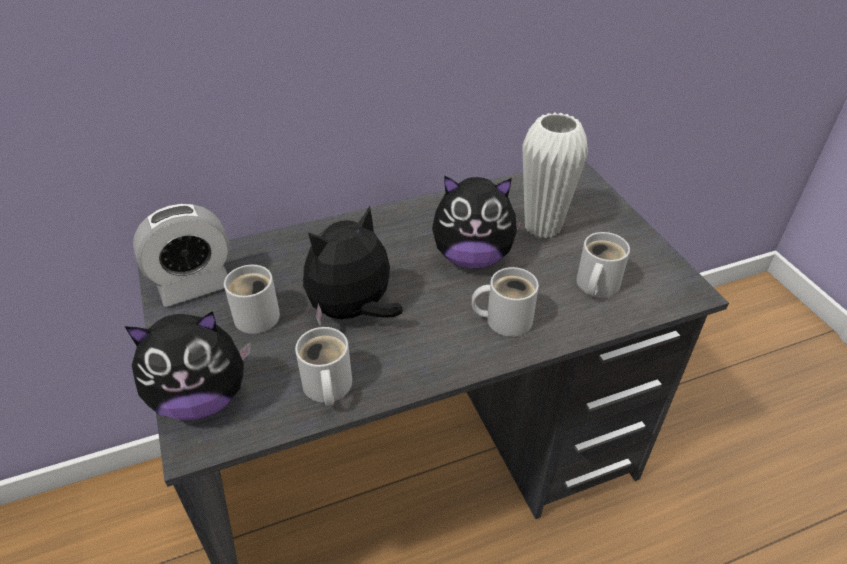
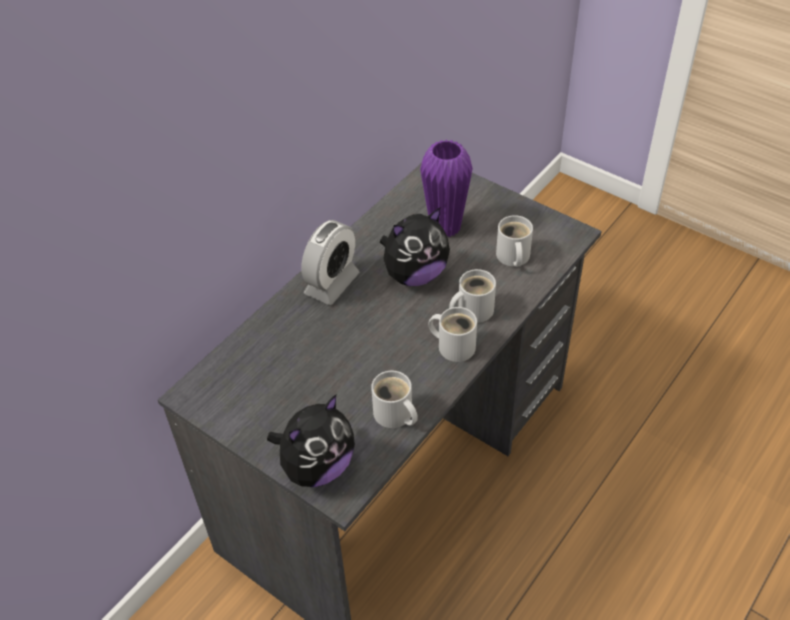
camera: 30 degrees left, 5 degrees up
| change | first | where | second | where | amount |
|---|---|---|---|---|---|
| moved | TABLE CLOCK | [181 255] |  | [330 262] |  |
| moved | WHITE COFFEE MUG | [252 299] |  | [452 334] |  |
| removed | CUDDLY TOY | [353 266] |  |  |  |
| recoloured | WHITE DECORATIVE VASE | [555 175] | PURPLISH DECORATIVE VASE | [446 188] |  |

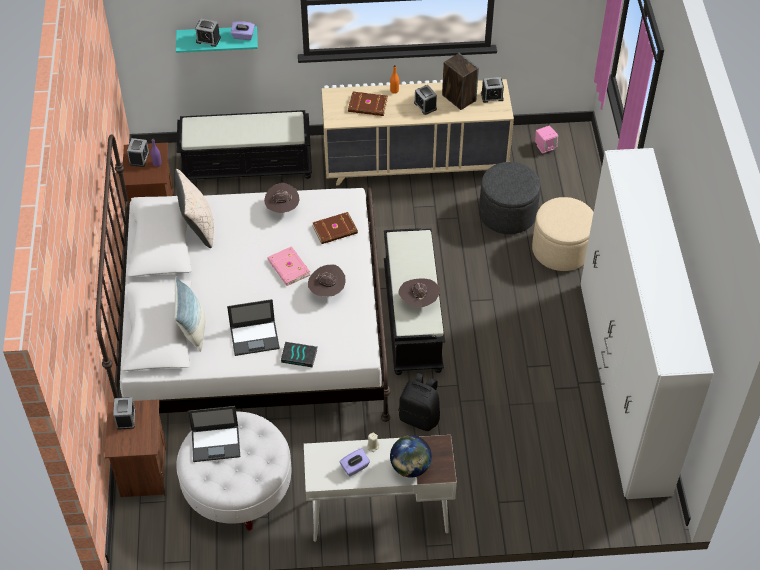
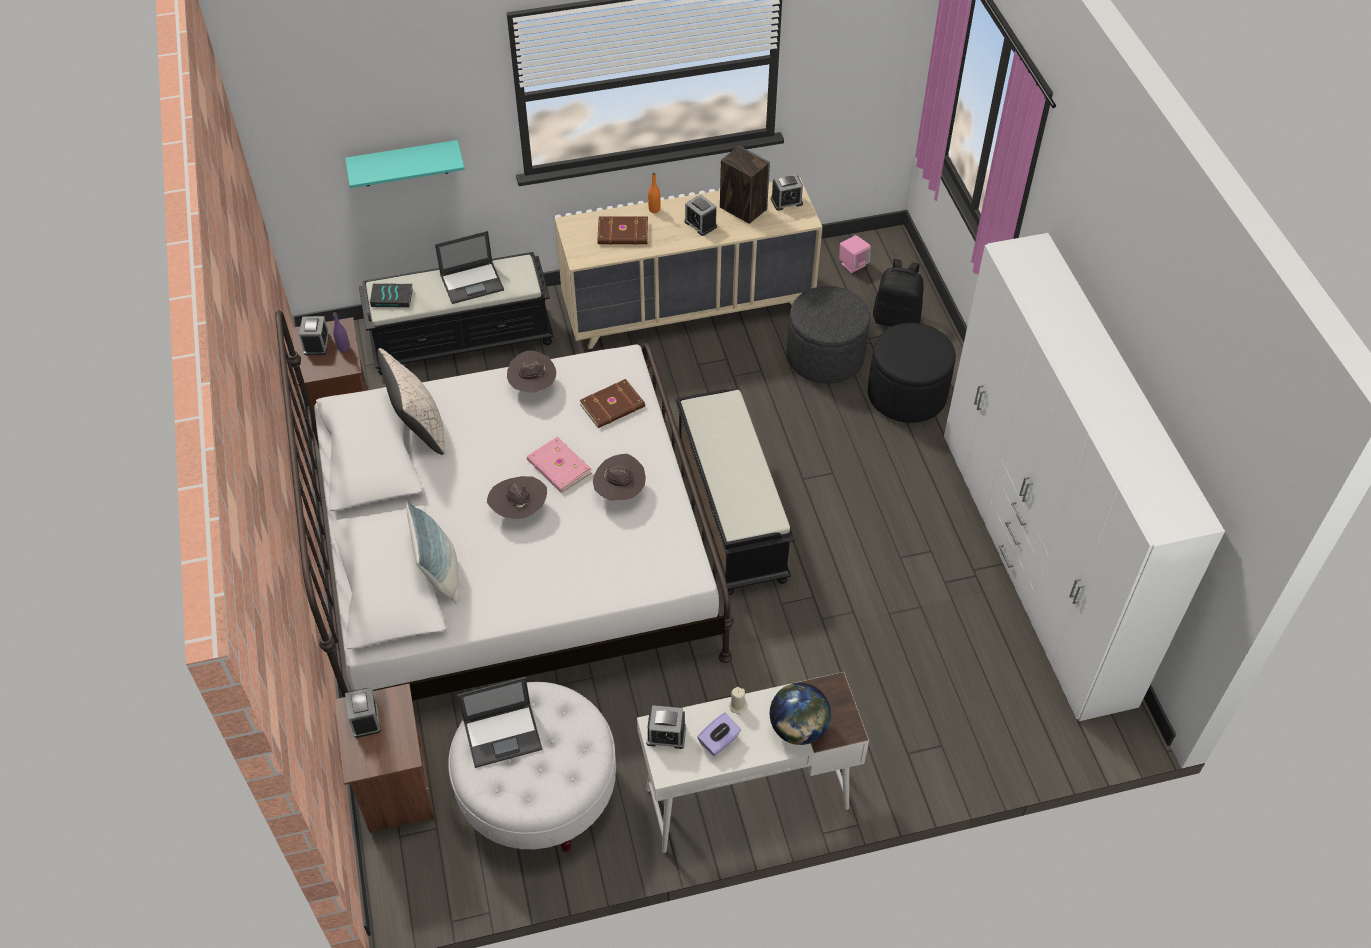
camera: 10 degrees left, 0 degrees up
| change | first | where | second | where | amount |
|---|---|---|---|---|---|
| moved | TABLE CLOCK | [208 33] |  | [666 727] |  |
| moved | PORTABLE COMPUTER | [253 327] |  | [469 267] |  |
| removed | PURPLISH TISSUE HOLDER | [243 30] |  |  |  |
| moved | BOUND BOOK | [299 355] |  | [391 295] |  |
| moved | BROWN WEARABLE HAT | [419 292] |  | [517 497] |  |
| moved | BLACK-COLOURED BACKPACK | [419 402] |  | [898 293] |  |
| recoloured | SAND-COLOURED OTTOMAN | [563 234] | BLACK-COLOURED OTTOMAN | [912 373] |  |

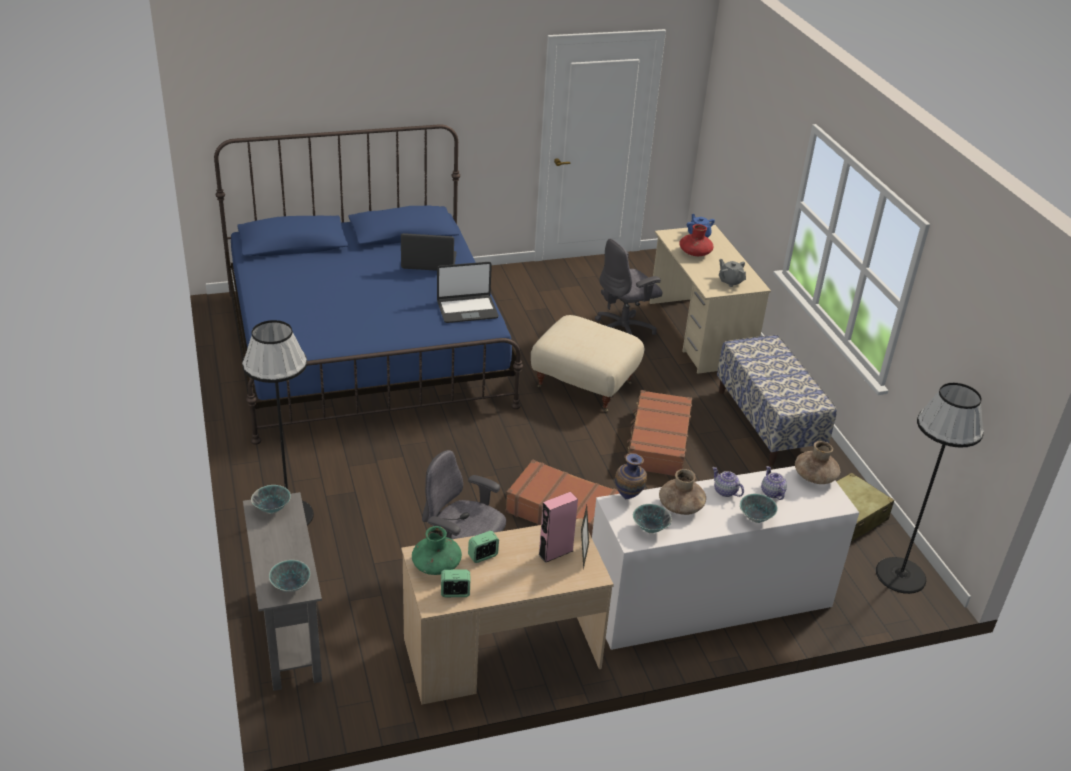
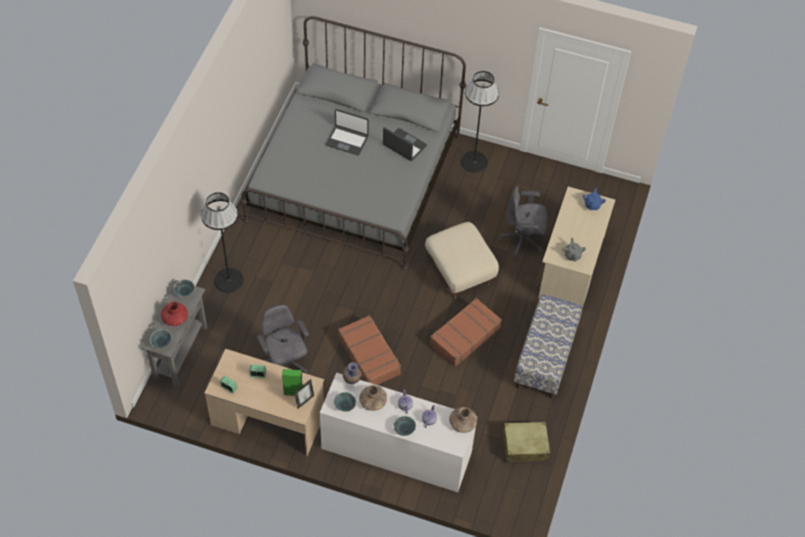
camera: 35 degrees right, 20 degrees up
| change | first | where | second | where | amount |
|---|---|---|---|---|---|
| recoloured | BLUISH BED | [368 284] | GREY BED | [353 143] |  |
| removed | GREEN DECORATIVE VASE | [437 550] |  |  |  |
| moved | PORTABLE COMPUTER | [468 292] |  | [347 132] |  |
| recoloured | PINK AUDIO SPEAKER | [558 527] | GREEN AUDIO SPEAKER | [292 382] |  |
| moved | REDDISH DECORATIVE VASE | [696 240] |  | [174 313] |  |
| moved | BLACK-COLOURED STANDING LAMP | [930 488] |  | [480 122] |  |

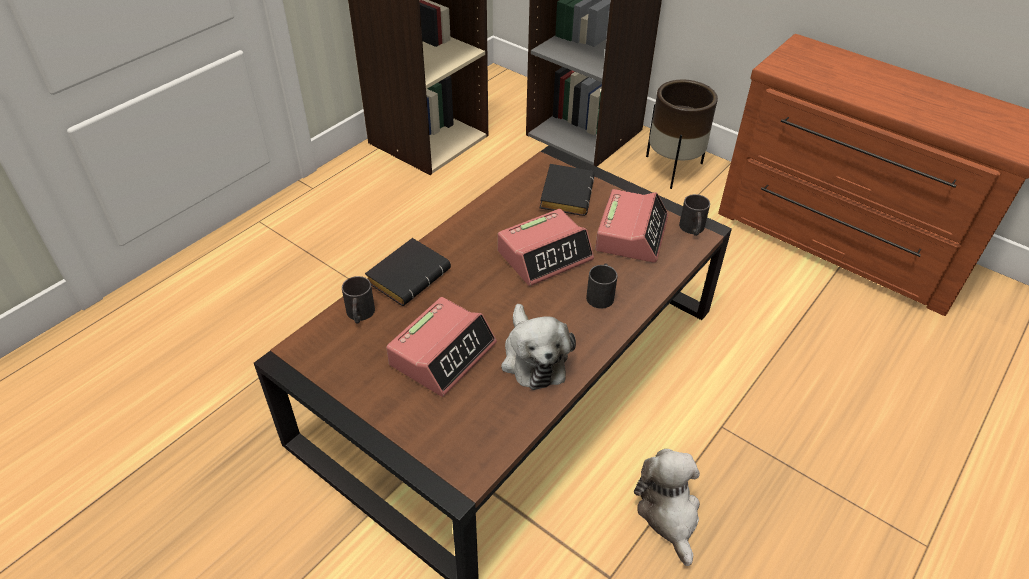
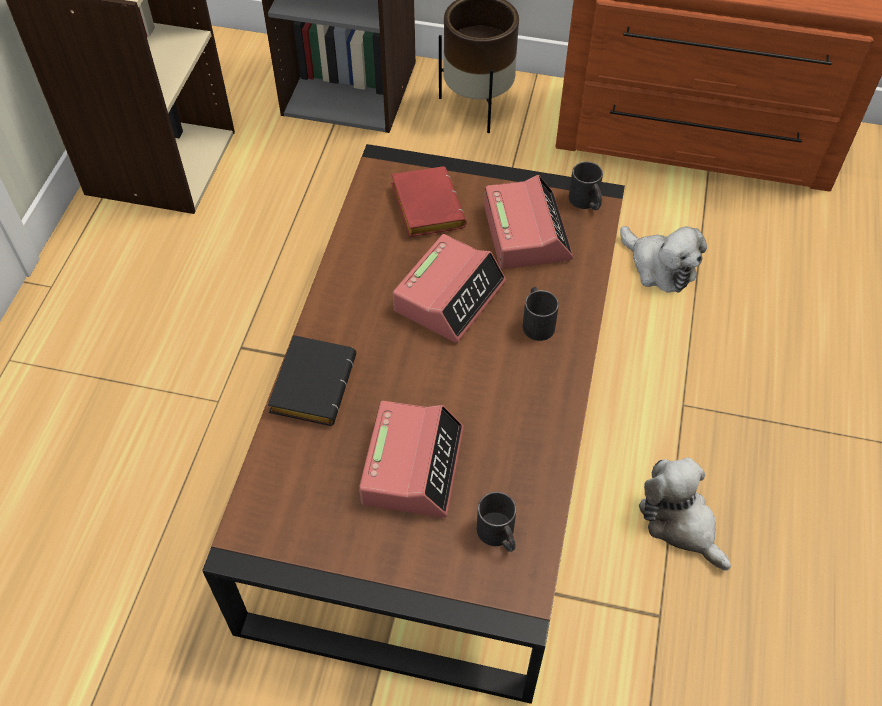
camera: 25 degrees left, 10 degrees up
| change | first | where | second | where | amount |
|---|---|---|---|---|---|
| moved | BLACK-COLOURED COFFEE MUG | [358 299] |  | [496 522] |  |
| moved | CUDDLY TOY | [538 347] |  | [663 259] |  |
| recoloured | BLACK-COLOURED BOUND BOOK | [567 190] | REDDISH BOUND BOOK | [429 201] |  |

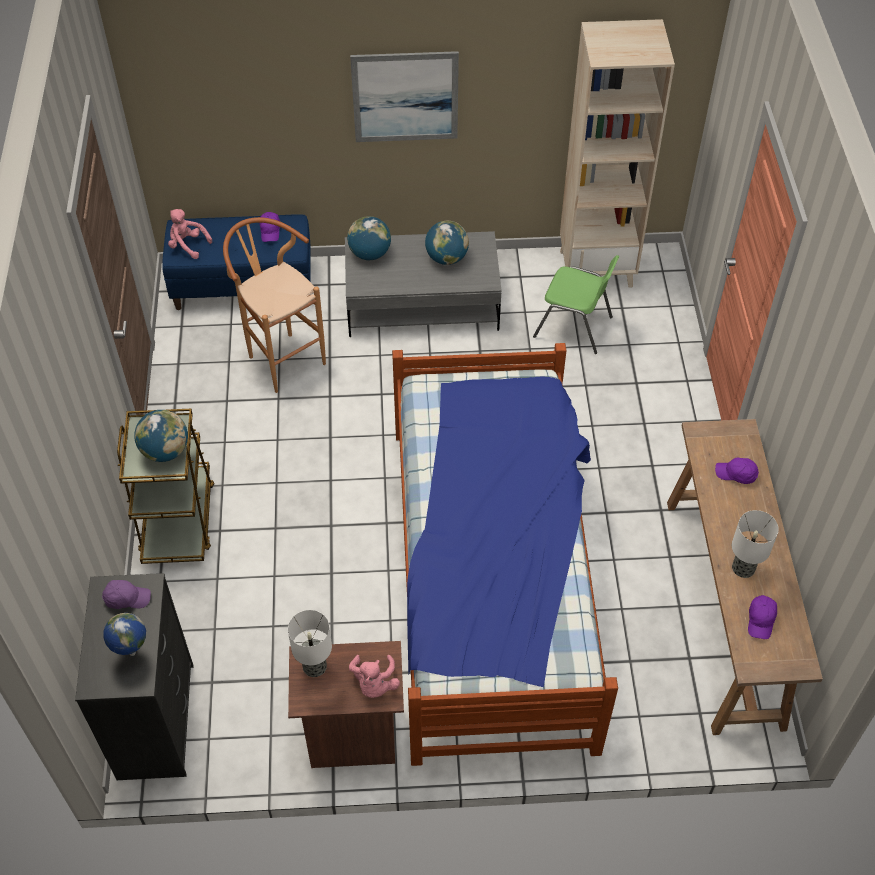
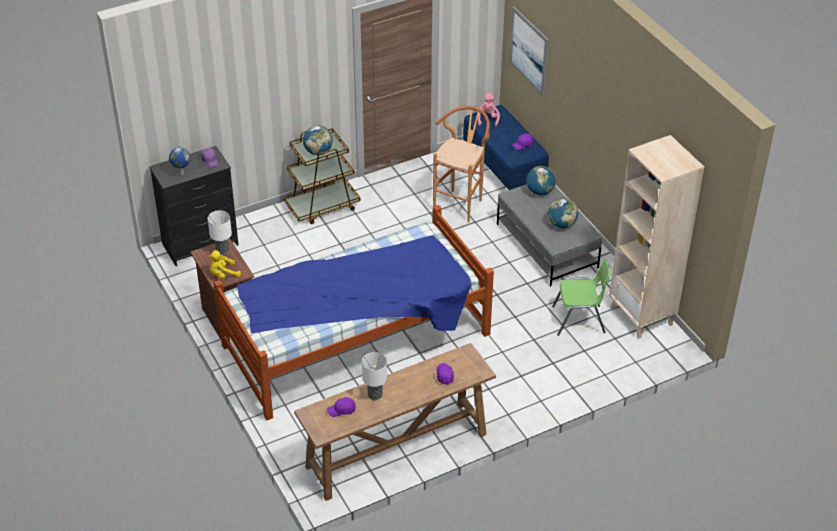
camera: 65 degrees right, 10 degrees down
| change | first | where | second | where | amount |
|---|---|---|---|---|---|
| recoloured | PINK CUDDLY TOY | [374 676] | YELLOW-COLOURED CUDDLY TOY | [224 264] |  |
| moved | WALL ART | [404 96] |  | [529 51] |  |
| turned | GREEN UPRIGHT CHAIR | [576 304] |  | [581 298] | 90 degrees counterclockwise |

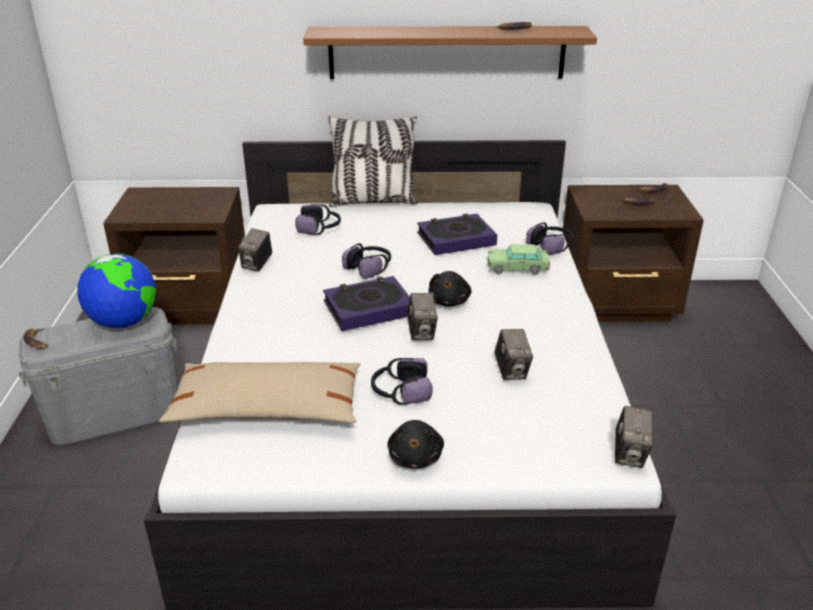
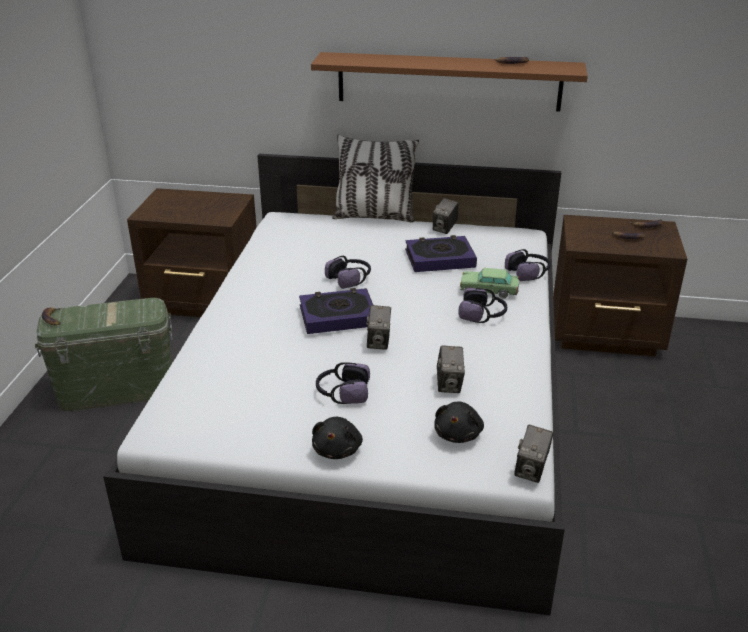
camera: 10 degrees right, 0 degrees up
| change | first | where | second | where | amount |
|---|---|---|---|---|---|
| recoloured | GREY STORAGE BIN | [98 376] | GREEN STORAGE BIN | [103 354] |  |
| removed | GLOBE | [116 291] |  |  |  |
| removed | SAND-COLOURED THROW PILLOW | [259 392] |  |  |  |
| moved | STILL CAMERA | [255 250] |  | [446 216] |  |
| moved | HEADSET | [318 219] |  | [483 305] |  |
| moved | BLACK-COLOURED CUDDLY TOY | [450 289] |  | [459 422] |  |

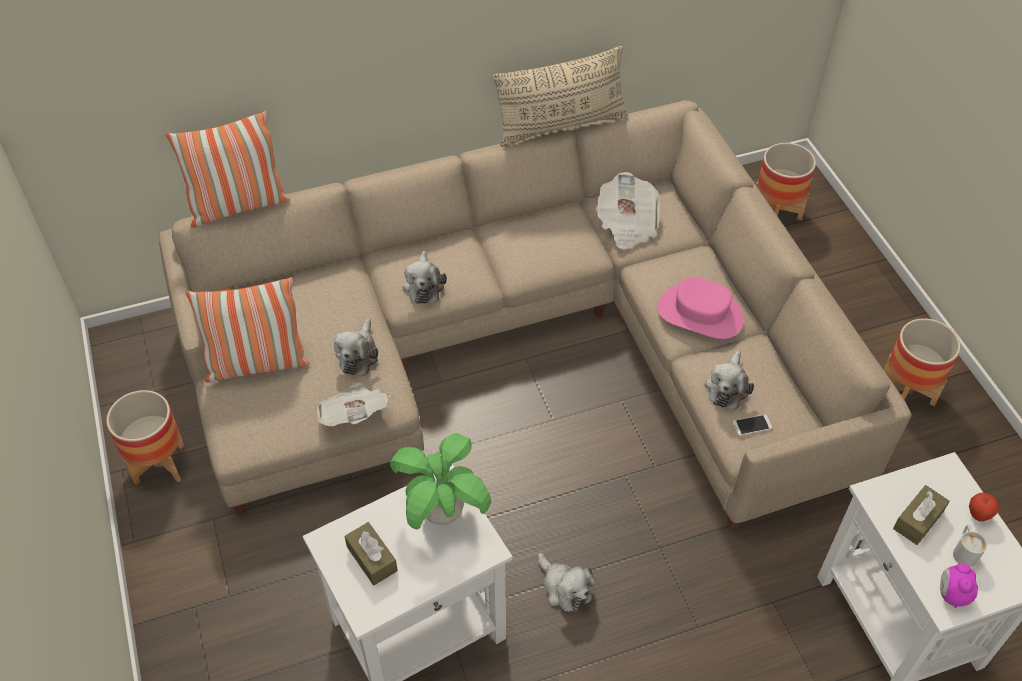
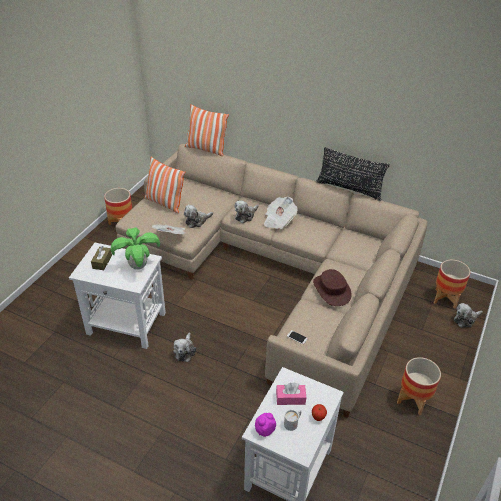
camera: 45 degrees right, 10 degrees down
| change | first | where | second | where | amount |
|---|---|---|---|---|---|
| recoloured | SAND-COLOURED THROW PILLOW | [560 96] | BLACK-COLOURED THROW PILLOW | [353 174] |  |
| moved | NEWSPAPER | [627 211] |  | [281 213] |  |
| recoloured | PINK WEARABLE HAT | [700 308] | BROWN WEARABLE HAT | [332 287] |  |
| moved | CUDDLY TOY | [729 380] |  | [468 315] |  |
| recoloured | BROWN TISSUE HOLDER | [921 515] | PINK TISSUE HOLDER | [291 393] |  |

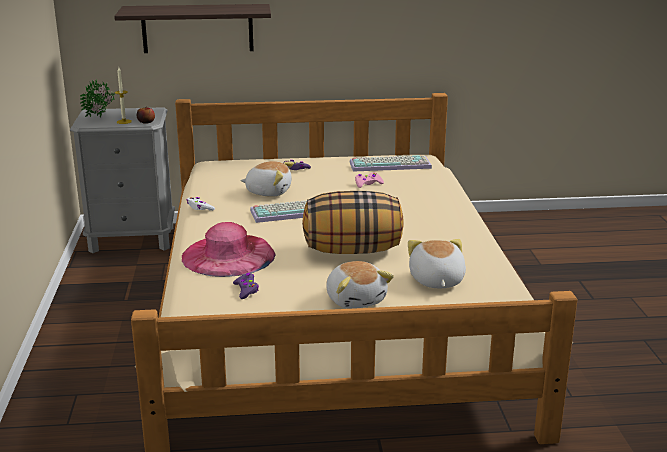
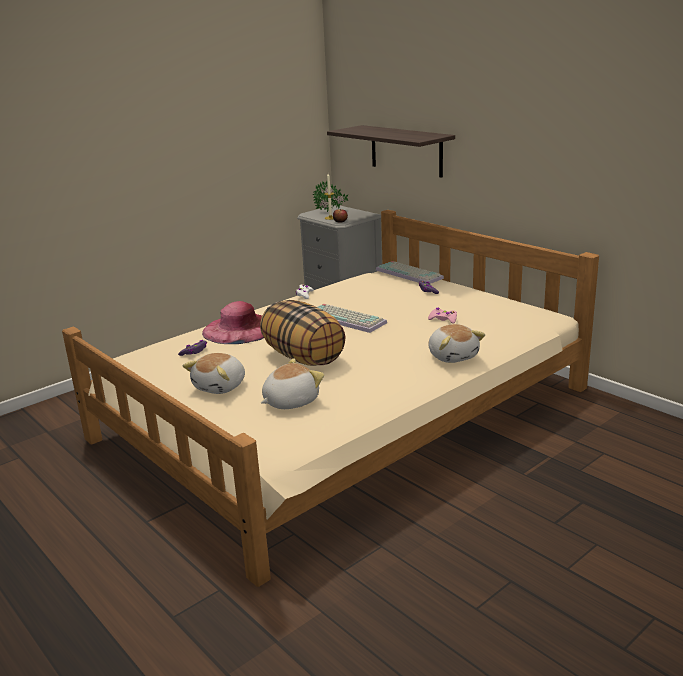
camera: 55 degrees right, 0 degrees up
| change | first | where | second | where | amount |
|---|---|---|---|---|---|
| moved | CUDDLY TOY | [267 179] |  | [456 343] |  |
| moved | PC KEYBOARD | [391 163] |  | [410 272] |  |

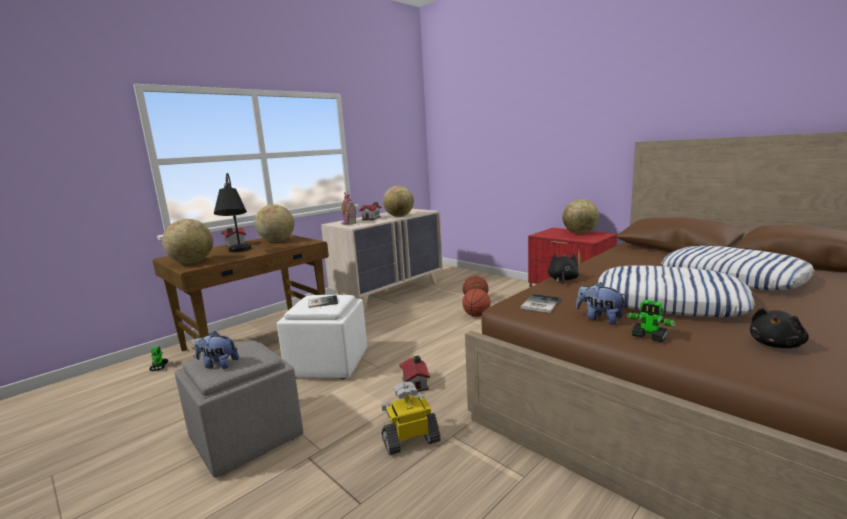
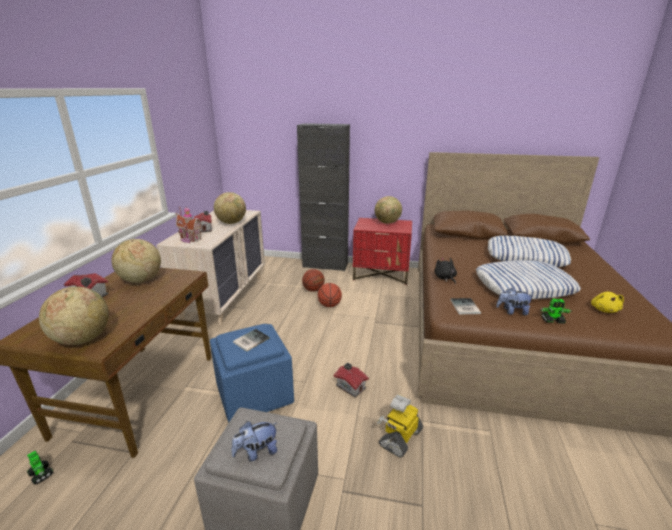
camera: 35 degrees left, 10 degrees up
| change | first | where | second | where | amount |
|---|---|---|---|---|---|
| removed | BLACK-COLOURED TABLETOP LAMP | [232 212] |  |  |  |
| recoloured | WHITE OTTOMAN | [322 337] | BLUISH OTTOMAN | [252 373] |  |
| recoloured | BLACK-COLOURED CUDDLY TOY | [779 328] | YELLOW-COLOURED CUDDLY TOY | [607 302] |  |
| added |  |  | BLACK-COLOURED STORAGE CABINET | [323 197] |  |

